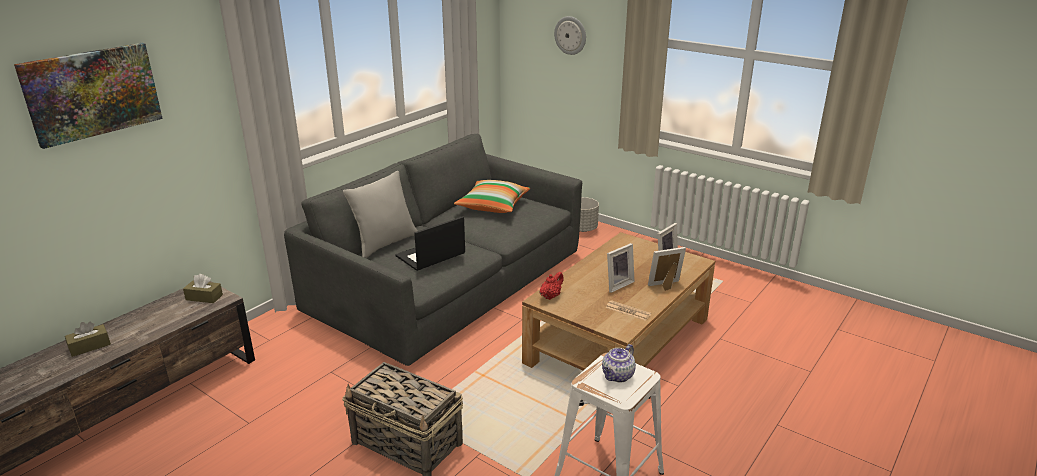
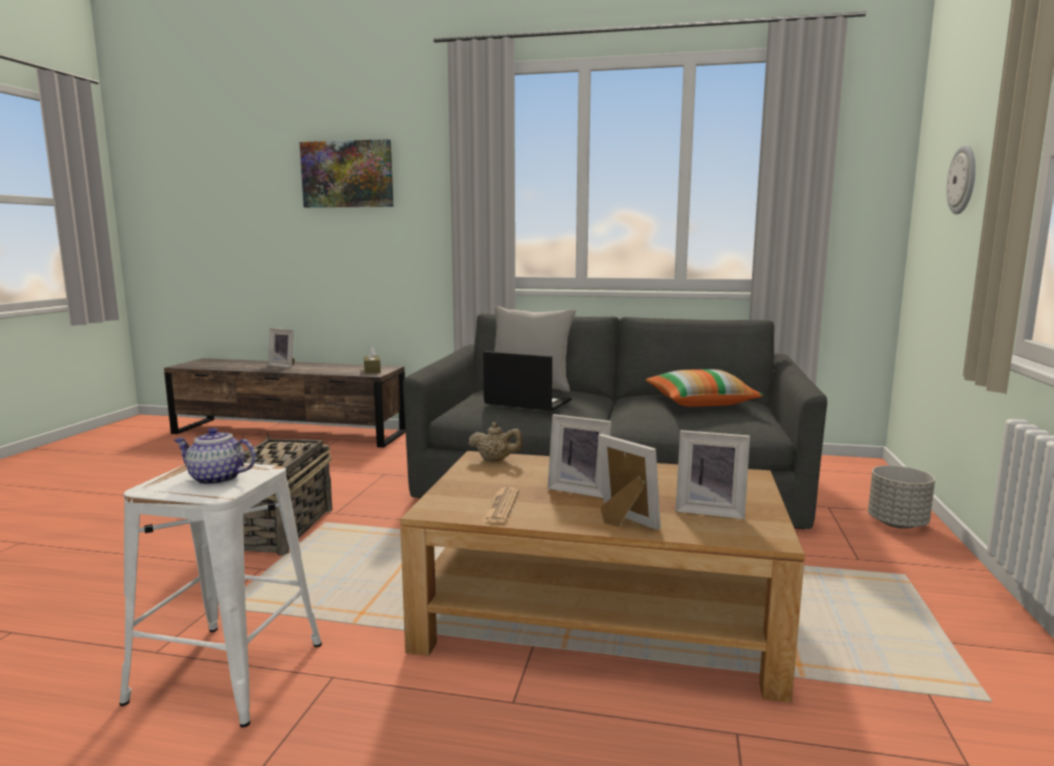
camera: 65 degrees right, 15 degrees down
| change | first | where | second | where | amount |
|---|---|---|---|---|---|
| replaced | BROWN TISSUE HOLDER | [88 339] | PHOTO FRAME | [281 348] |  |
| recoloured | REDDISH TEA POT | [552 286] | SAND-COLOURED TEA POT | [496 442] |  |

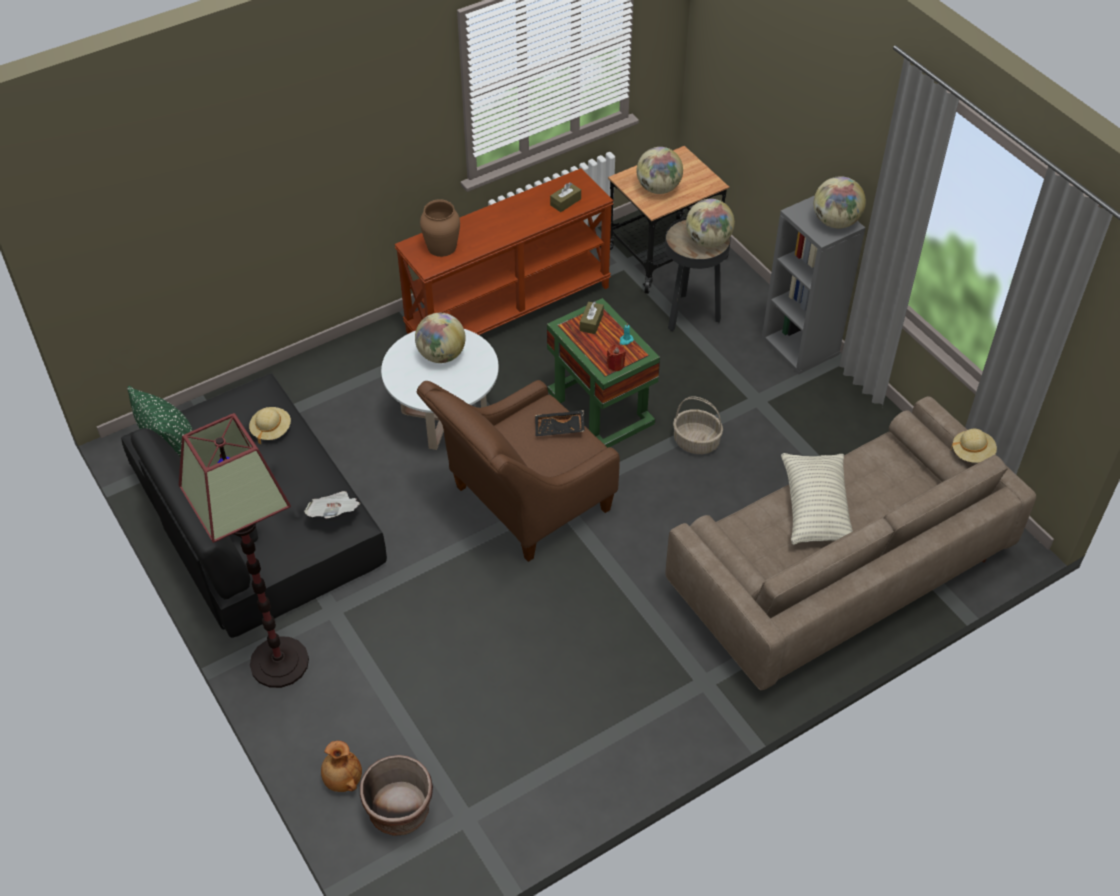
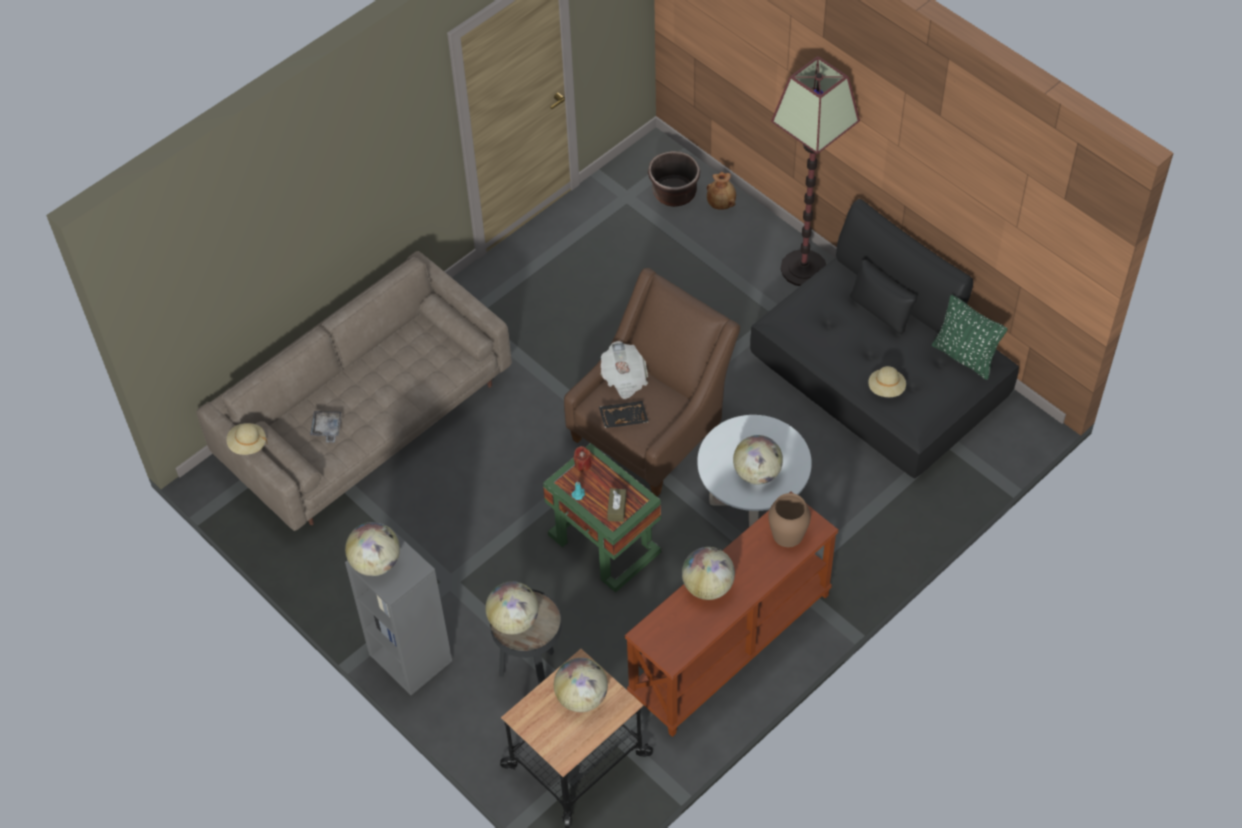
camera: 170 degrees right, 5 degrees up
| change | first | where | second | where | amount |
|---|---|---|---|---|---|
| moved | NEWSPAPER | [332 504] |  | [624 370] |  |
| removed | BROWN TISSUE HOLDER | [565 197] |  |  |  |
| removed | STORAGE BASKET | [698 425] |  |  |  |
| removed | THROW PILLOW | [817 499] |  |  |  |
| added |  |  | GREY CARRYING TRAY | [326 427] |  |
| added |  |  | GLOBE | [708 573] |  |

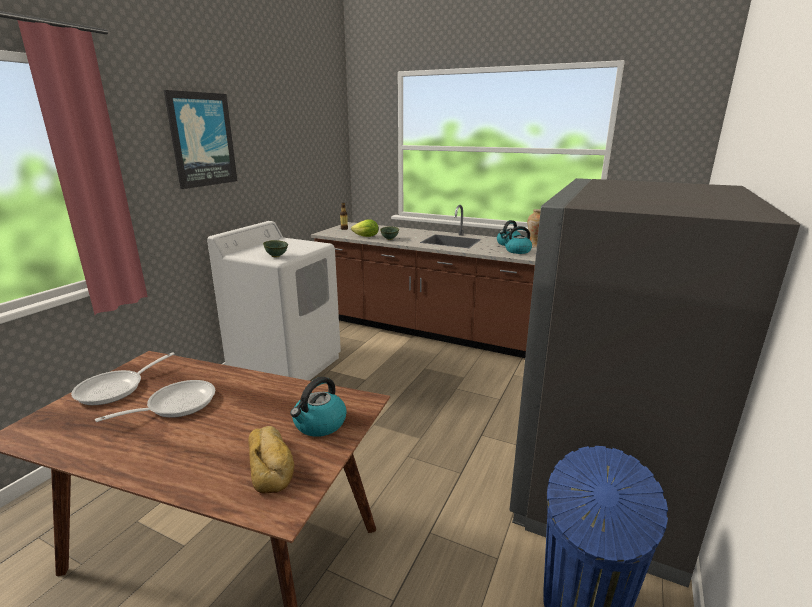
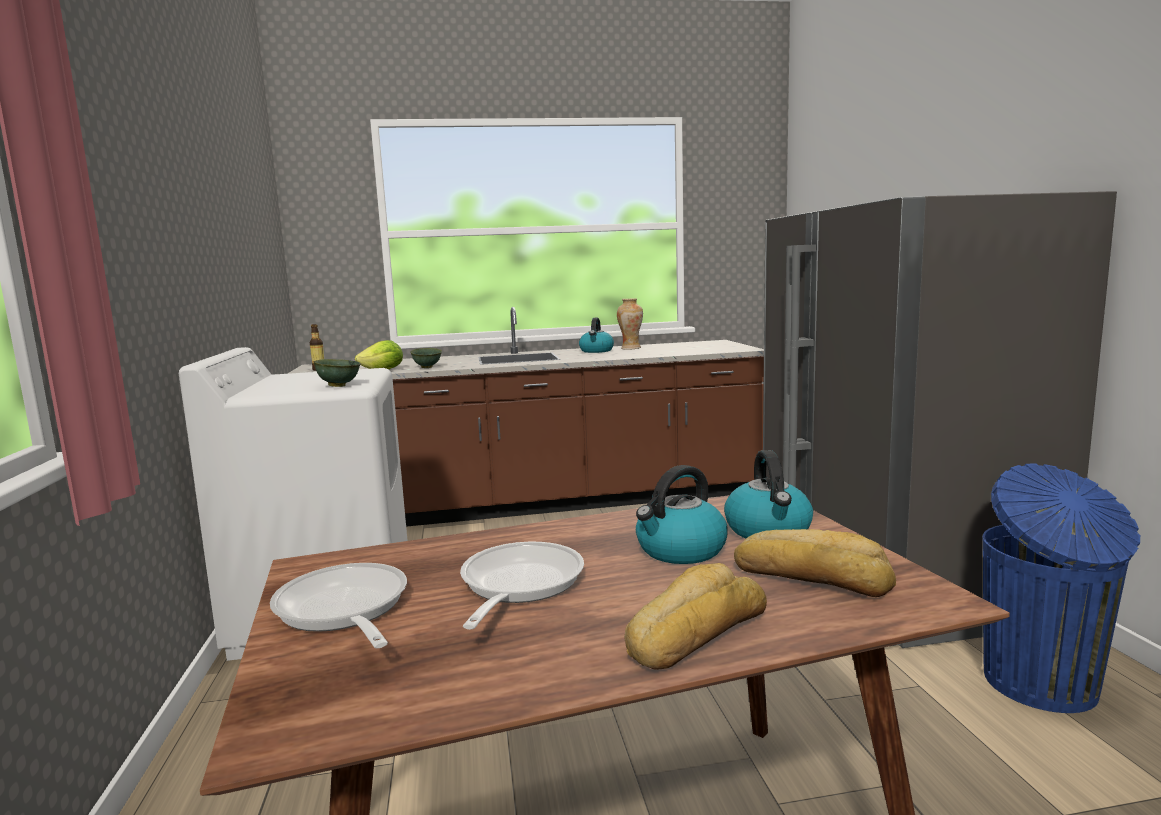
camera: 35 degrees left, 10 degrees down
| change | first | where | second | where | amount |
|---|---|---|---|---|---|
| turned | FRYING PAN | [122 378] |  | [338 605] | 150 degrees clockwise |
| removed | WALL ART | [200 139] |  |  |  |
| moved | KETTLE | [517 240] |  | [682 514] |  |
| added |  |  | BAKED BREAD | [695 616] |  |

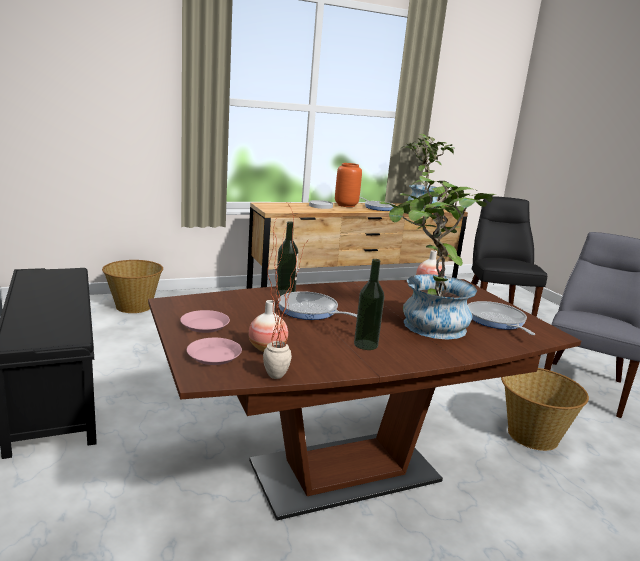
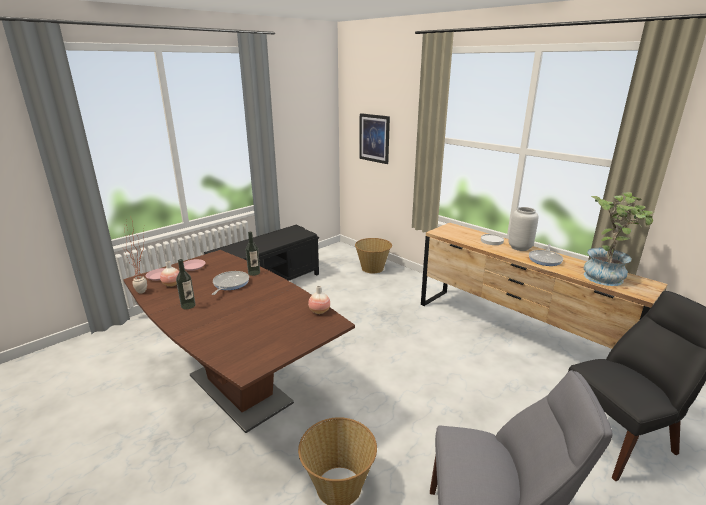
camera: 70 degrees right, 5 degrees up
| change | first | where | second | where | amount |
|---|---|---|---|---|---|
| recoloured | ORANGE DECORATIVE VASE | [348 185] | GREY DECORATIVE VASE | [524 229] |  |
| removed | PLANT IN A POT | [437 258] |  |  |  |
| removed | FRYING PAN | [501 318] |  |  |  |
| added |  |  | WALL ART | [374 138] |  |

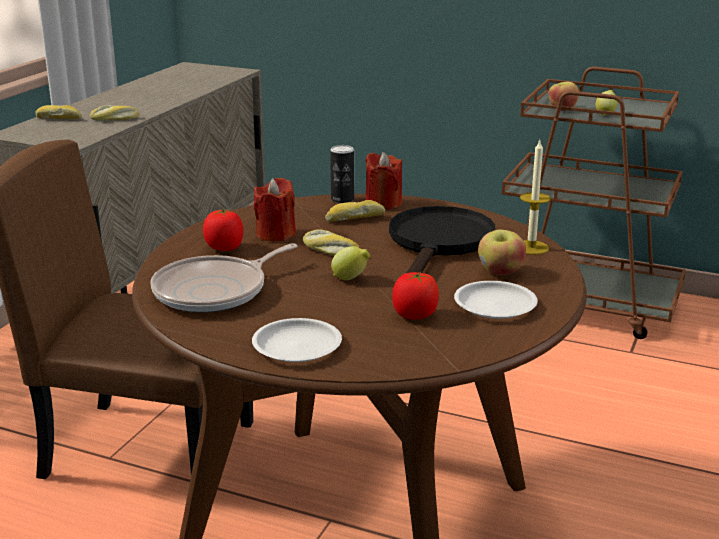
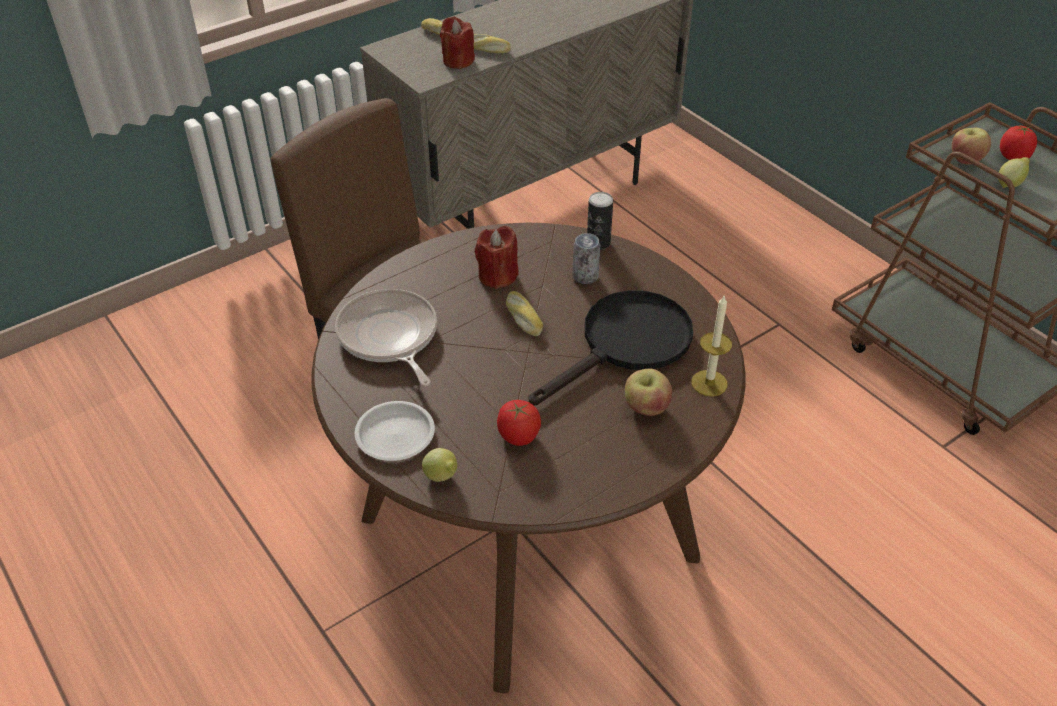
camera: 30 degrees right, 20 degrees up
| change | first | where | second | where | amount |
|---|---|---|---|---|---|
| turned | FRYING PAN | [224 278] |  | [386 337] | 75 degrees clockwise |
| moved | FRESH TOMATO | [223 230] |  | [1018 142] |  |
| replaced | BAKED BREAD | [355 211] | SEALED CAN | [586 258] |  |
| moved | LEMON | [350 263] |  | [439 465] |  |
| moved | REDDISH WAX LIGHT | [383 181] |  | [457 43] |  |
| removed | WHITE PLATE | [496 300] |  |  |  |

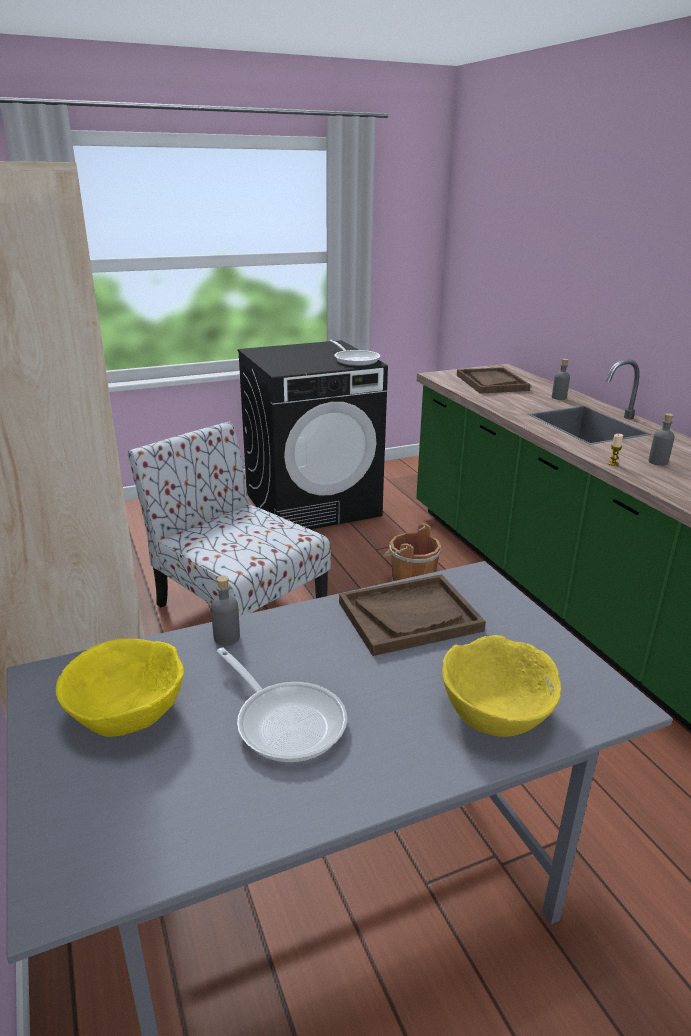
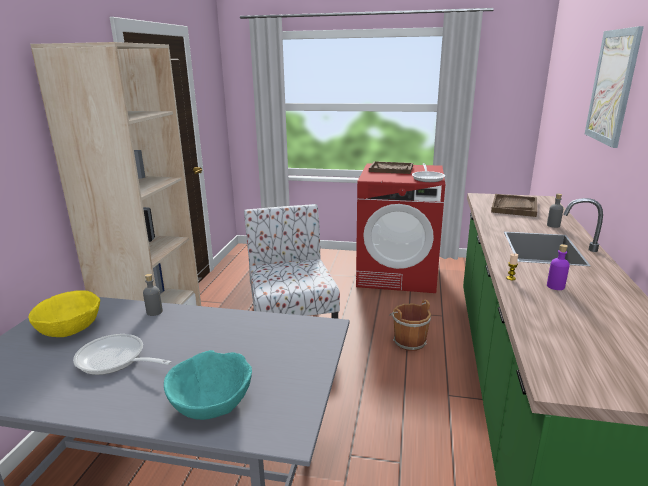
camera: 35 degrees right, 5 degrees down
| change | first | where | second | where | amount |
|---|---|---|---|---|---|
| turned | FRYING PAN | [281 705] |  | [122 354] | 120 degrees clockwise |
| recoloured | BLACK-COLOURED LAUNDRY APPLIANCE | [312 435] | REDDISH LAUNDRY APPLIANCE | [400 228] |  |
| moved | BROWN CARRYING TRAY | [412 615] |  | [391 167] |  |
| recoloured | YELLOW-COLOURED SERVING BOWL | [501 686] | TURQUOISE-COLOURED SERVING BOWL | [208 385] |  |
| recoloured | GREY DRINK BOTTLE | [661 439] | PURPLISH DRINK BOTTLE | [558 267] |  |
| added |  |  | WALL ART | [614 87] |  |

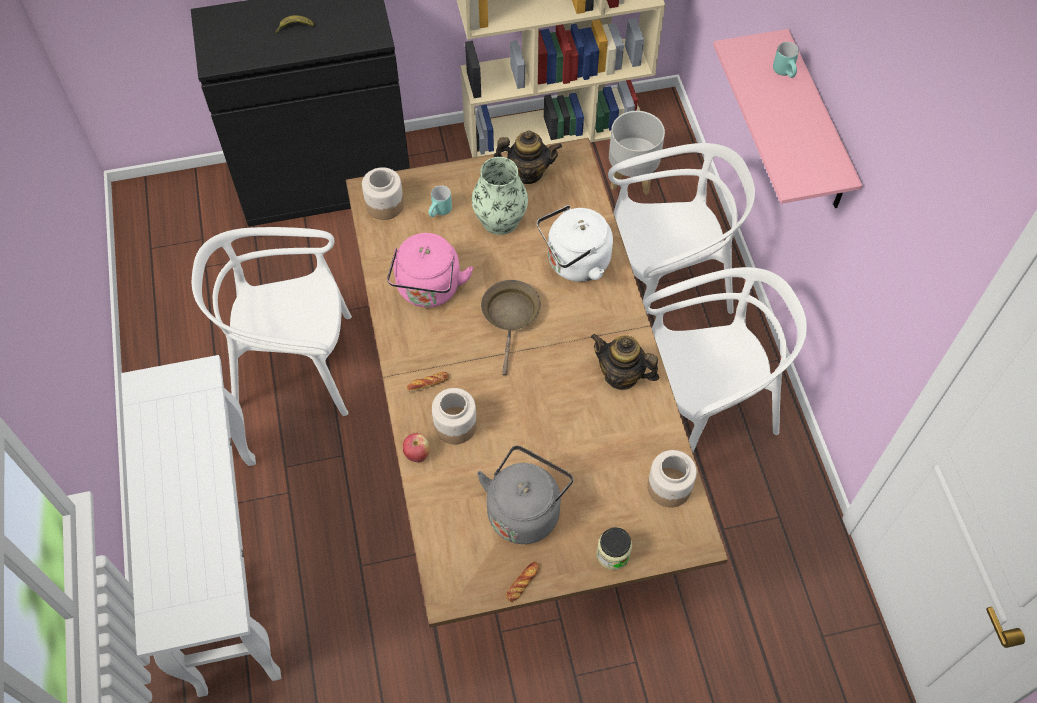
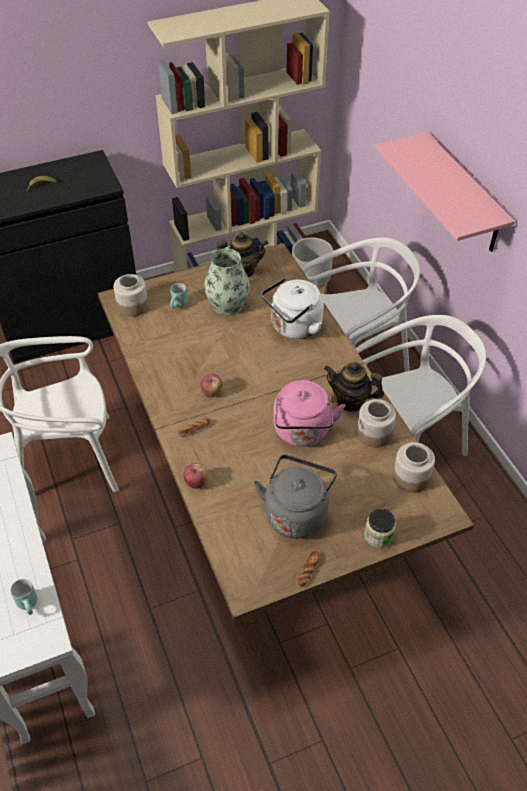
camera: 10 degrees left, 10 degrees down
| change | first | where | second | where | amount |
|---|---|---|---|---|---|
| moved | PINK KETTLE | [430 270] |  | [309 413] |  |
| moved | STORAGE JAR | [454 416] |  | [376 423] |  |
| removed | BROWN FRYING PAN | [511 328] |  |  |  |
| moved | TURQUOISE-COLOURED COFFEE MUG | [786 60] |  | [24 597] |  |
| added |  |  | WHOLE APPLE | [211 385] |  |

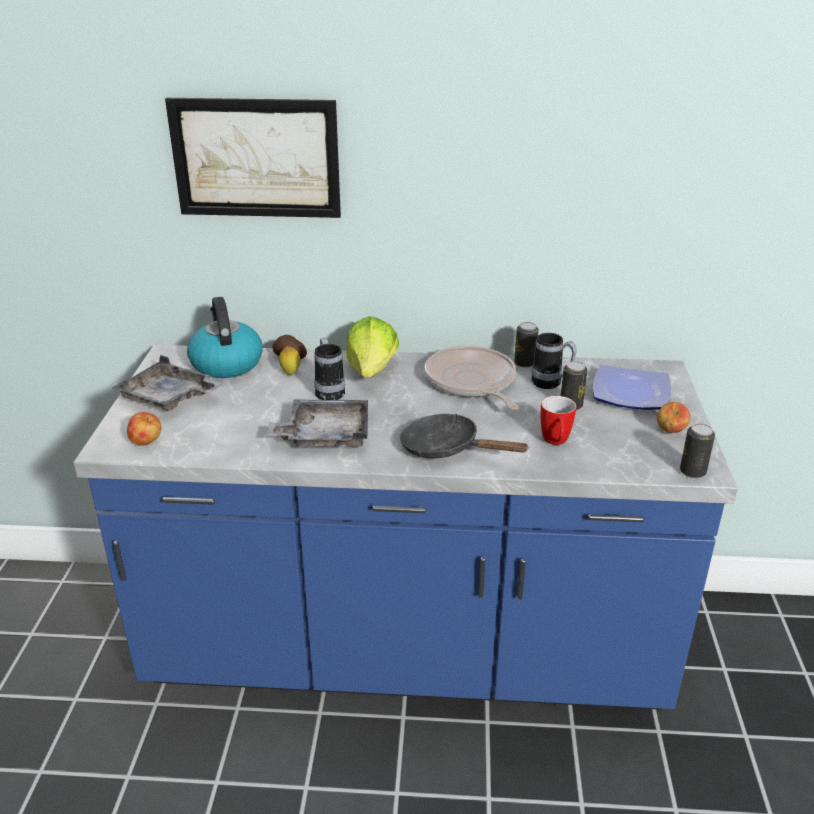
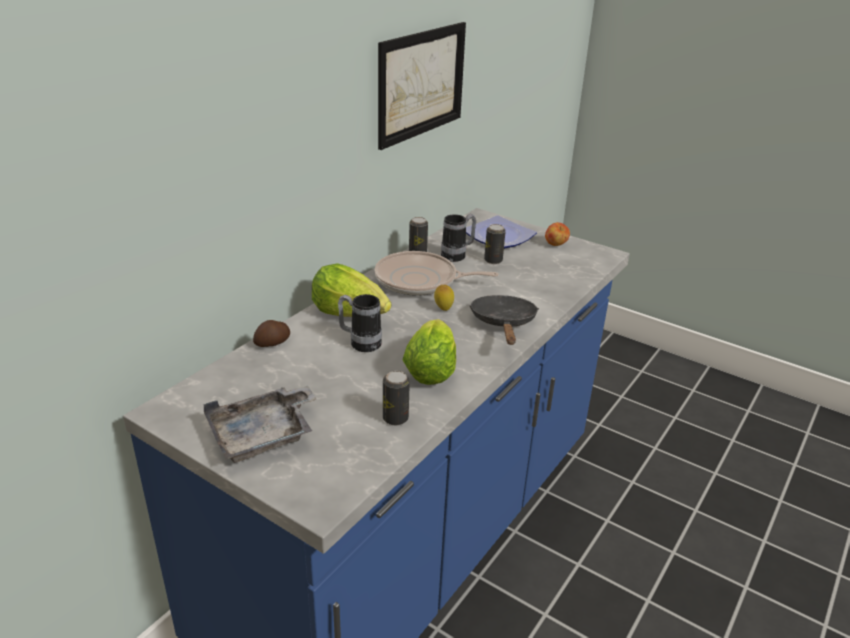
camera: 60 degrees left, 0 degrees up
| change | first | where | second | where | amount |
|---|---|---|---|---|---|
| removed | WHOLE APPLE | [144 429] |  |  |  |
| moved | WALL ART | [253 158] |  | [422 86] |  |
| removed | KETTLE | [225 337] |  |  |  |
| replaced | GREY CARRYING TRAY | [317 423] | HEAD OF LETTUCE | [429 352] |  |
| moved | LEMON | [289 360] |  | [444 298] |  |
| turned | BLACK-COLOURED FRYING PAN | [464 436] |  | [504 320] | 120 degrees clockwise |
| removed | COFFEE MUG | [558 420] |  |  |  |
| moved | SEALED CAN | [697 450] |  | [396 398] |  |

